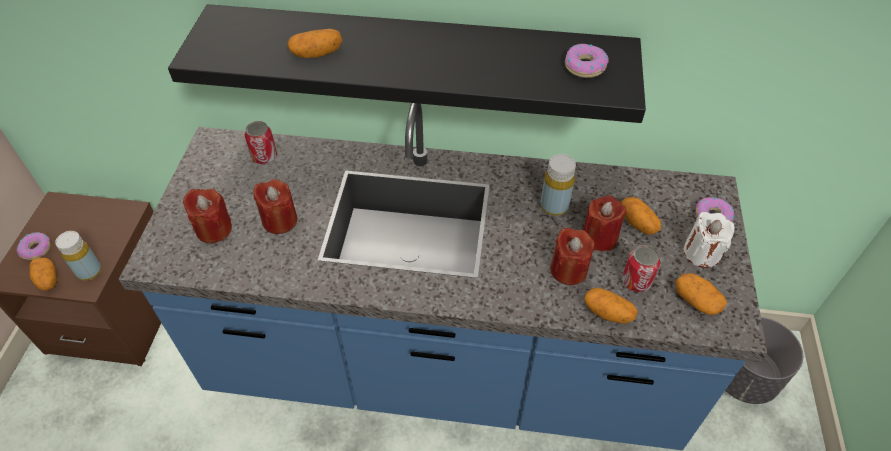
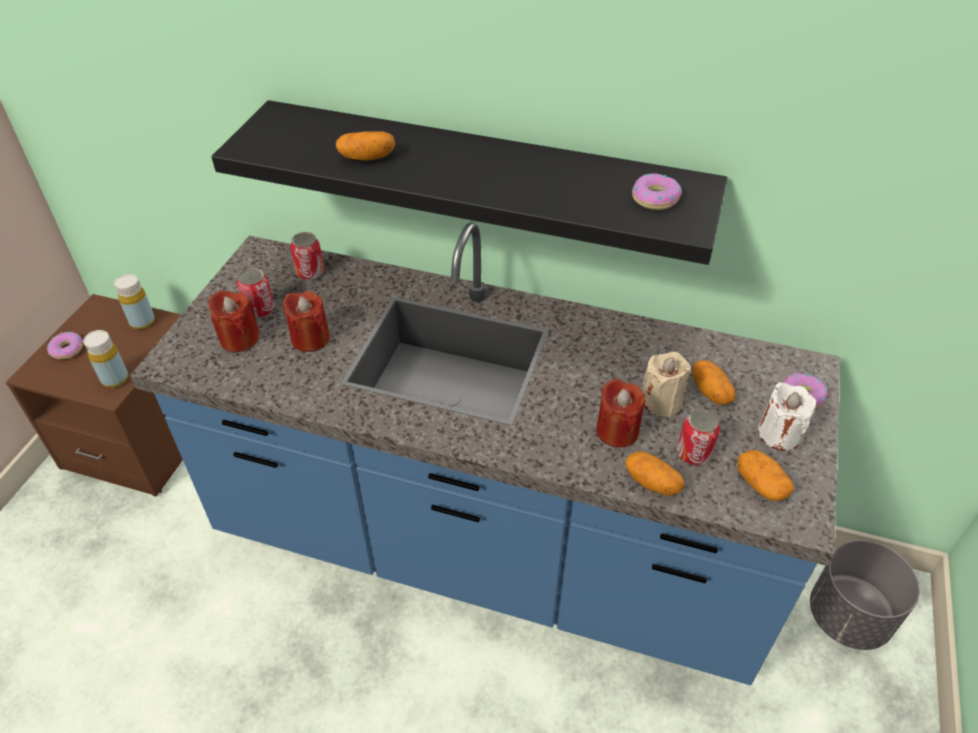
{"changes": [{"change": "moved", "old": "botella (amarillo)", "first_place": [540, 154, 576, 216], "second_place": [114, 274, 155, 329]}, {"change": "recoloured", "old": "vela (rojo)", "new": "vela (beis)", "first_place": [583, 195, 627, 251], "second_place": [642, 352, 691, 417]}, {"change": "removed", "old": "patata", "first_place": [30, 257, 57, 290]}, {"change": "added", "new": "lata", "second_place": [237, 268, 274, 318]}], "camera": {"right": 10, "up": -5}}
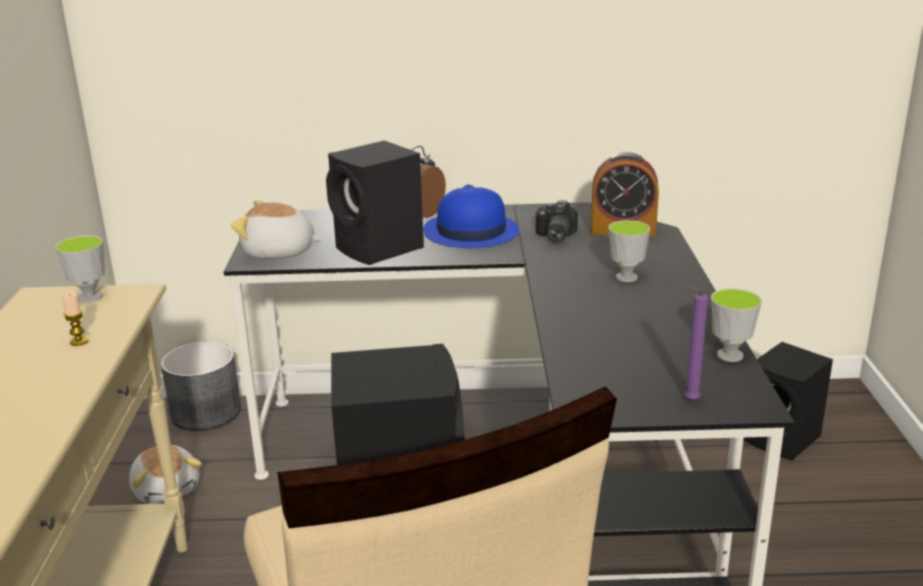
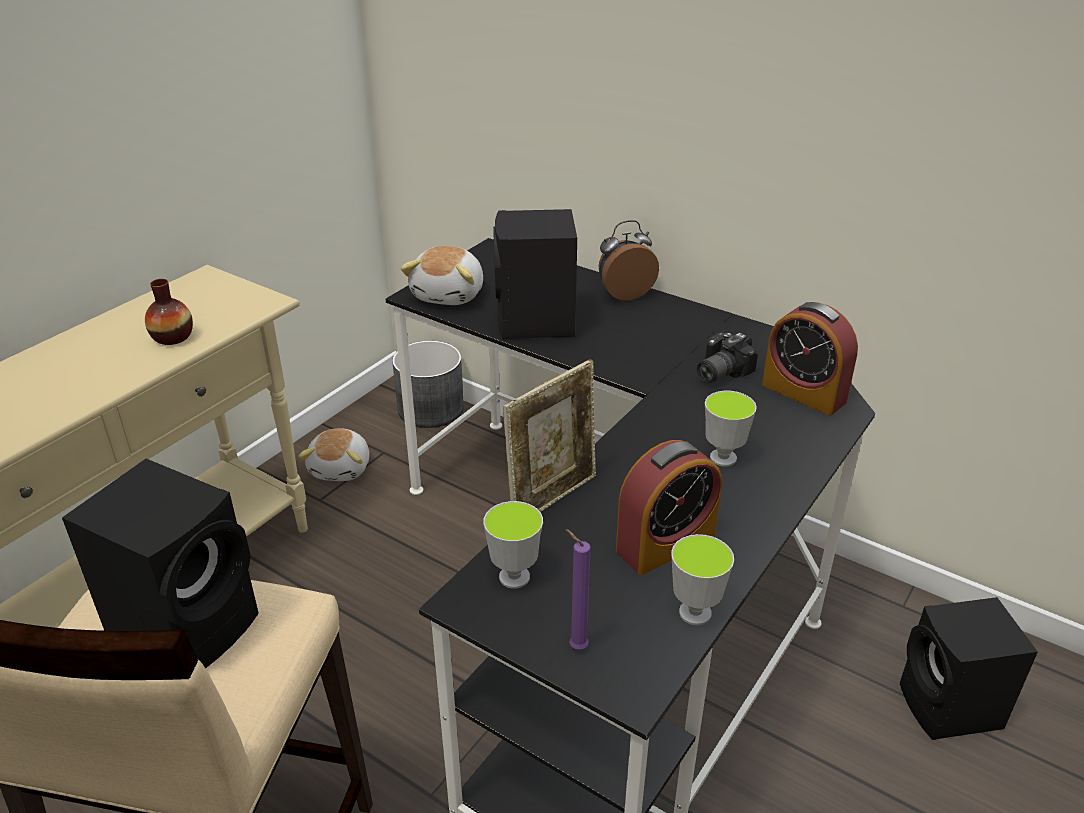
{"changes": [{"change": "removed", "old": "sombrero (azul)", "first_place": [424, 184, 520, 248]}, {"change": "turned", "old": "peluche", "first_place": [231, 200, 322, 259], "second_place": [400, 246, 483, 305], "degrees": -120}, {"change": "moved", "old": "taza", "first_place": [55, 235, 105, 303], "second_place": [484, 501, 543, 589]}, {"change": "replaced", "old": "vela", "new": "florero", "first_place": [62, 292, 89, 346], "second_place": [145, 279, 193, 345]}, {"change": "added", "new": "portarretratos", "second_place": [503, 359, 596, 512]}, {"change": "added", "new": "despertador", "second_place": [616, 440, 722, 575]}], "camera": {"right": 35, "up": 10}}
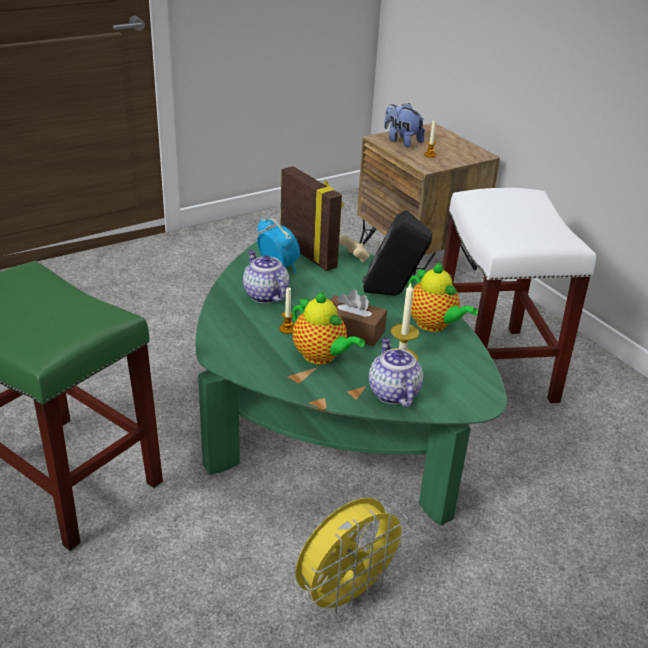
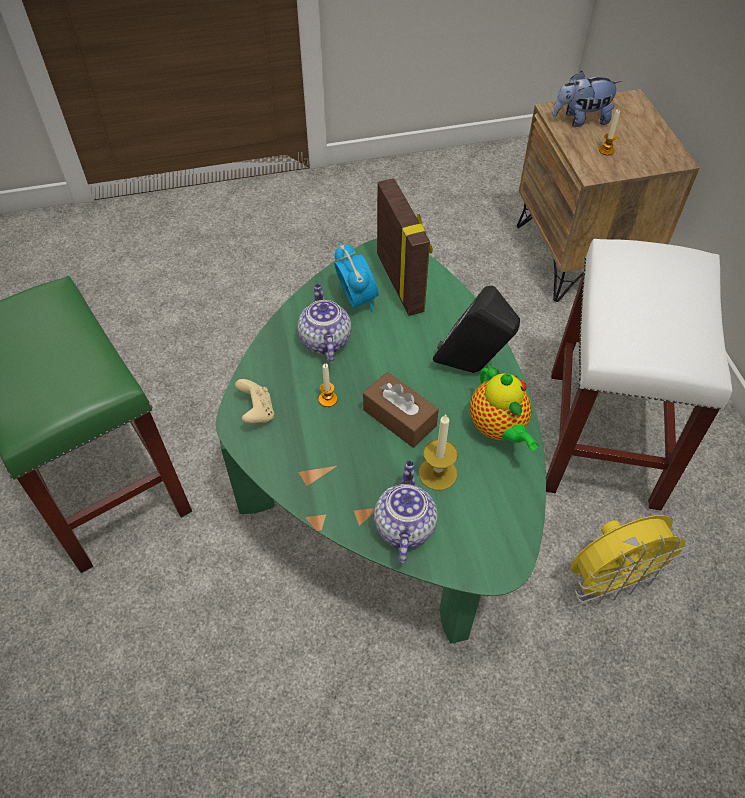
{"changes": [{"change": "turned", "old": "peluche", "first_place": [384, 103, 425, 148], "second_place": [553, 71, 621, 127], "degrees": -75}, {"change": "moved", "old": "mando de consola (beis)", "first_place": [339, 235, 369, 263], "second_place": [235, 379, 274, 423]}, {"change": "removed", "old": "tetera", "first_place": [292, 292, 365, 365]}, {"change": "moved", "old": "ventilador (amarillo)", "first_place": [296, 498, 411, 618], "second_place": [571, 515, 695, 604]}], "camera": {"right": 20, "up": 20}}
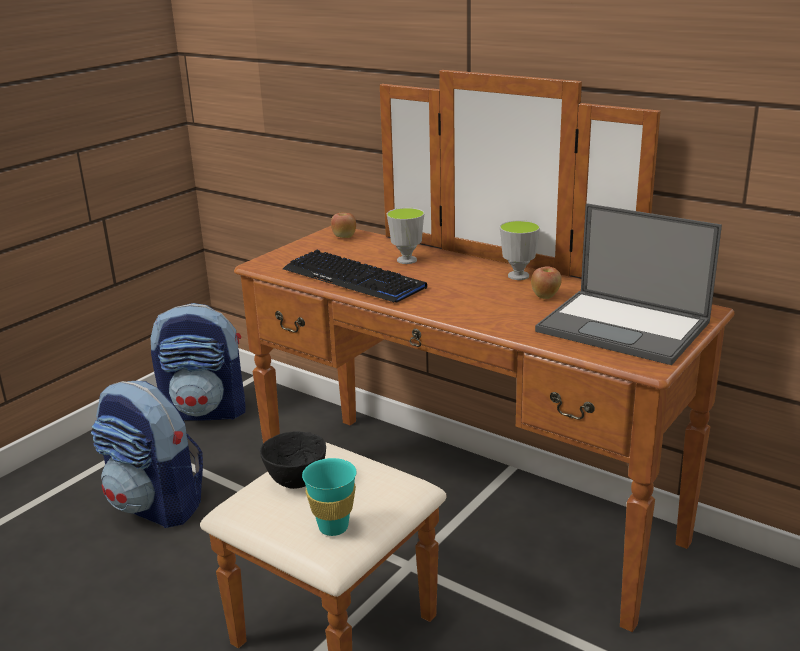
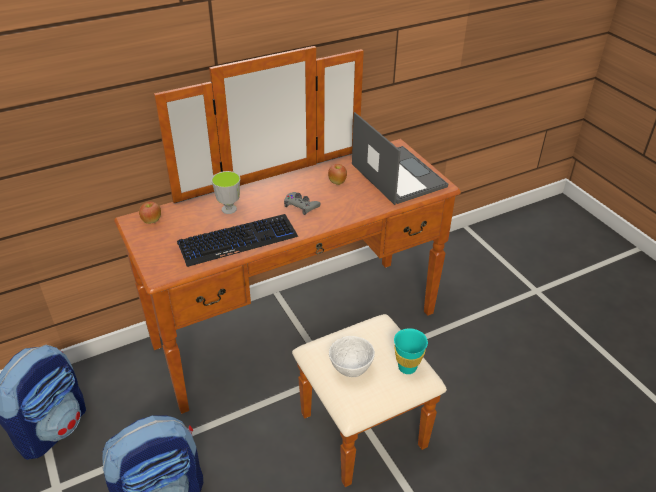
{"changes": [{"change": "turned", "old": "portátil", "first_place": [535, 203, 722, 365], "second_place": [352, 112, 448, 205], "degrees": -90}, {"change": "removed", "old": "taza", "first_place": [500, 220, 540, 280]}, {"change": "recoloured", "old": "cuenco (negro)", "new": "cuenco (blanco)", "first_place": [260, 431, 326, 489], "second_place": [329, 336, 375, 377]}, {"change": "added", "new": "mando de consola (gris)", "second_place": [284, 192, 320, 215]}], "camera": {"right": -65, "up": 15}}
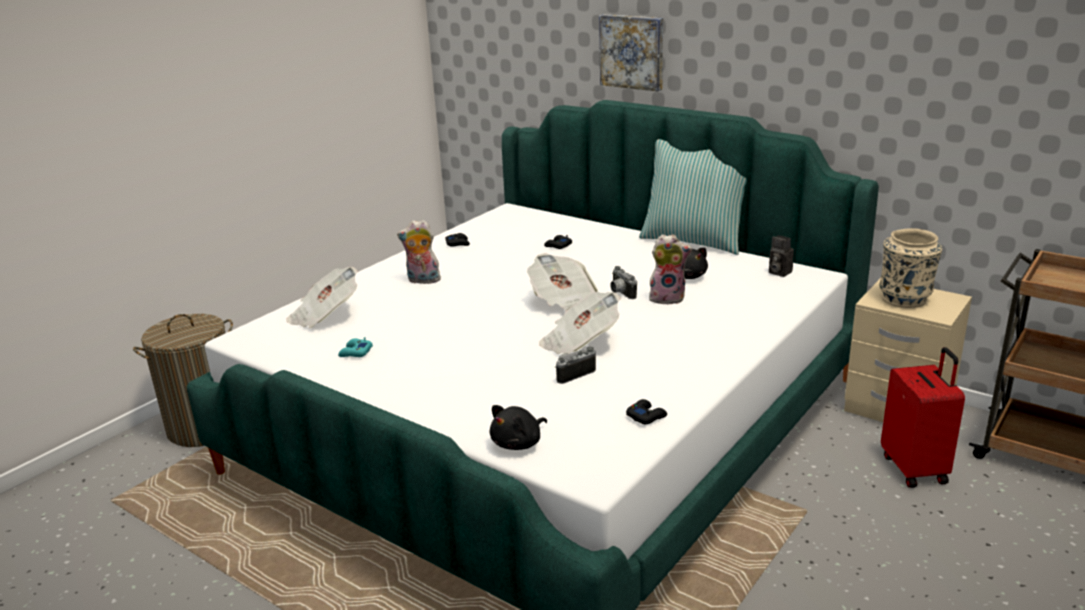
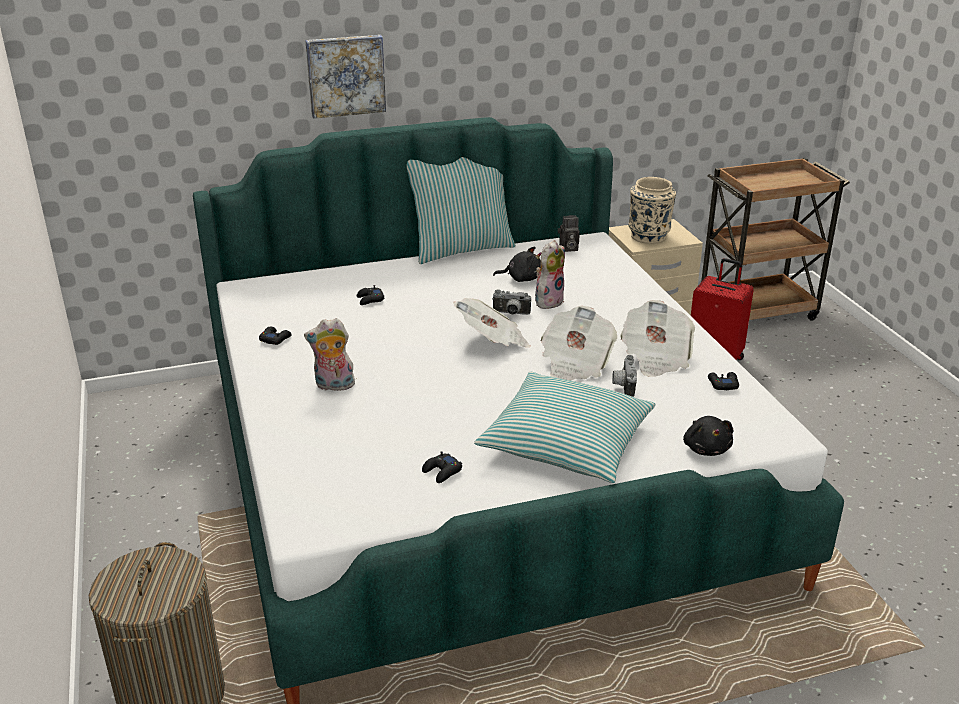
{"changes": [{"change": "turned", "old": "peluche", "first_place": [397, 220, 444, 284], "second_place": [304, 318, 355, 391], "degrees": 45}, {"change": "moved", "old": "periódico", "first_place": [286, 267, 358, 328], "second_place": [620, 300, 695, 377]}, {"change": "recoloured", "old": "mando de consola (turquesa)", "new": "mando de consola (negro)", "first_place": [338, 337, 373, 357], "second_place": [422, 451, 462, 483]}, {"change": "added", "new": "cojín", "second_place": [474, 372, 655, 483]}], "camera": {"right": -55, "up": 5}}
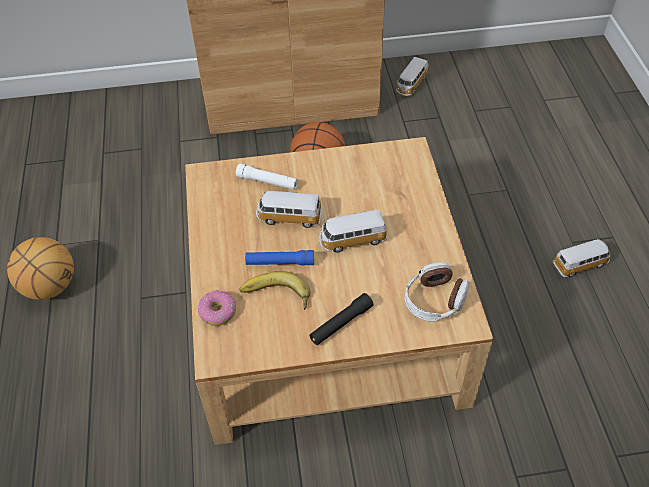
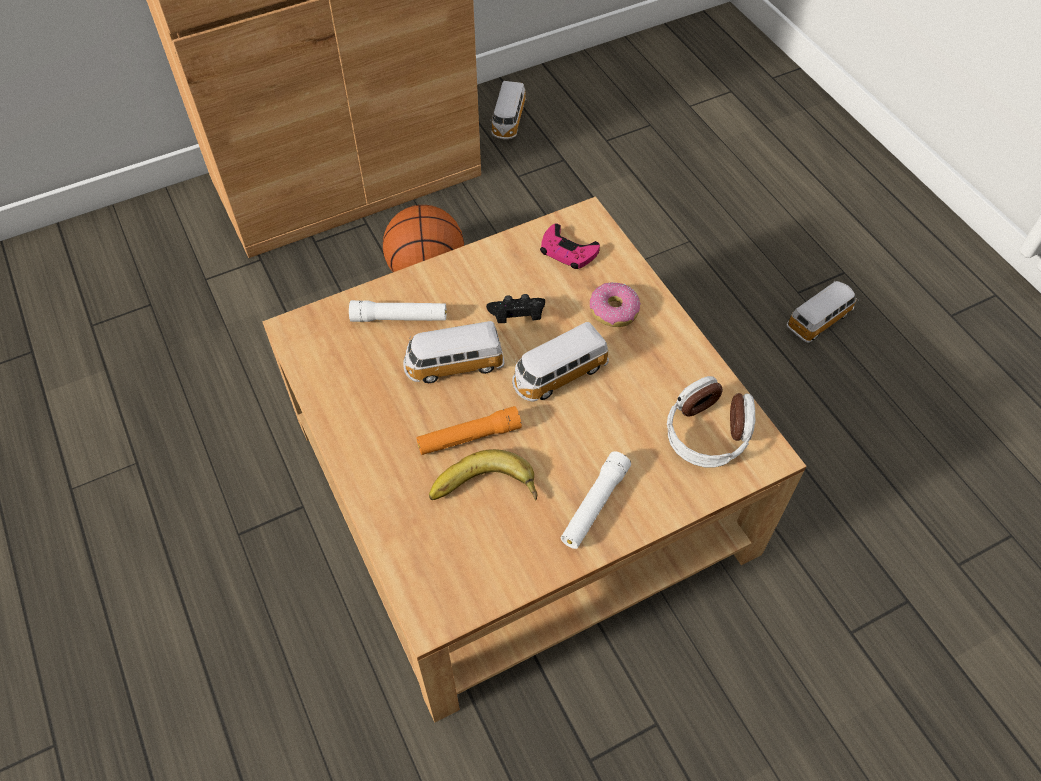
{"changes": [{"change": "removed", "old": "balón de baloncesto", "first_place": [7, 237, 74, 300]}, {"change": "recoloured", "old": "linterna (azul)", "new": "linterna (naranja)", "first_place": [245, 250, 314, 265], "second_place": [416, 406, 522, 455]}, {"change": "moved", "old": "rosquilla", "first_place": [198, 290, 236, 326], "second_place": [590, 282, 641, 327]}, {"change": "recoloured", "old": "linterna (negro)", "new": "linterna (blanco)", "first_place": [309, 293, 374, 345], "second_place": [561, 451, 631, 549]}, {"change": "added", "new": "mando de consola (rosa)", "second_place": [540, 223, 600, 269]}, {"change": "added", "new": "mando de consola (negro)", "second_place": [486, 294, 545, 323]}], "camera": {"right": -20, "up": 5}}
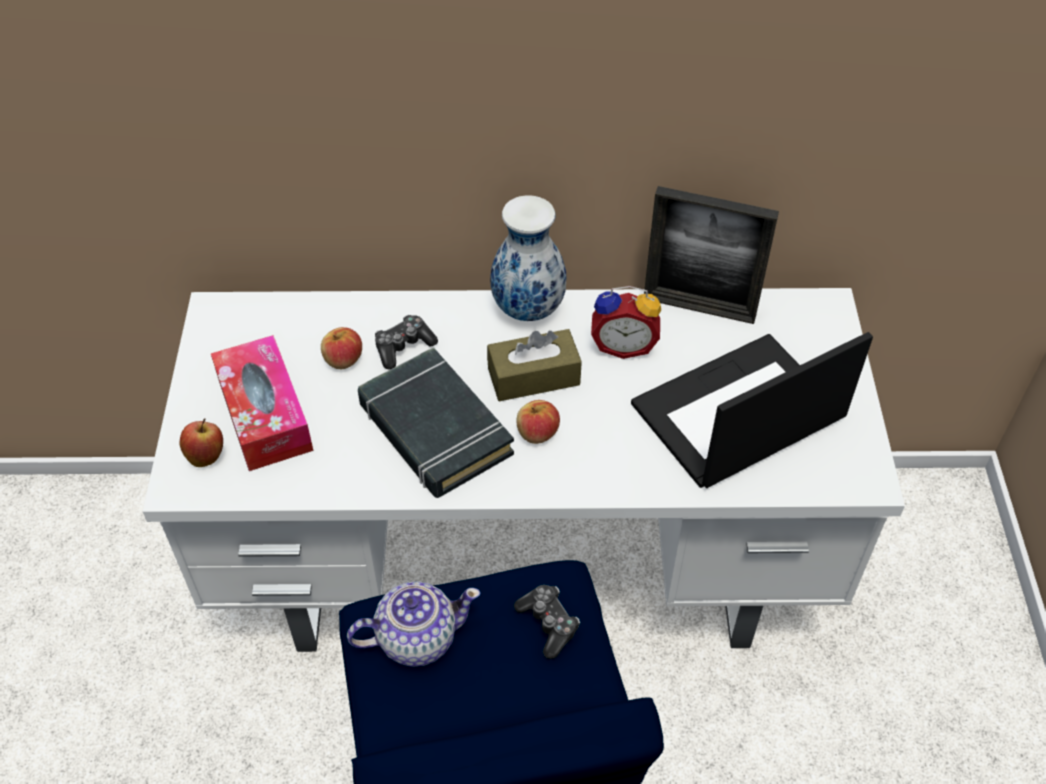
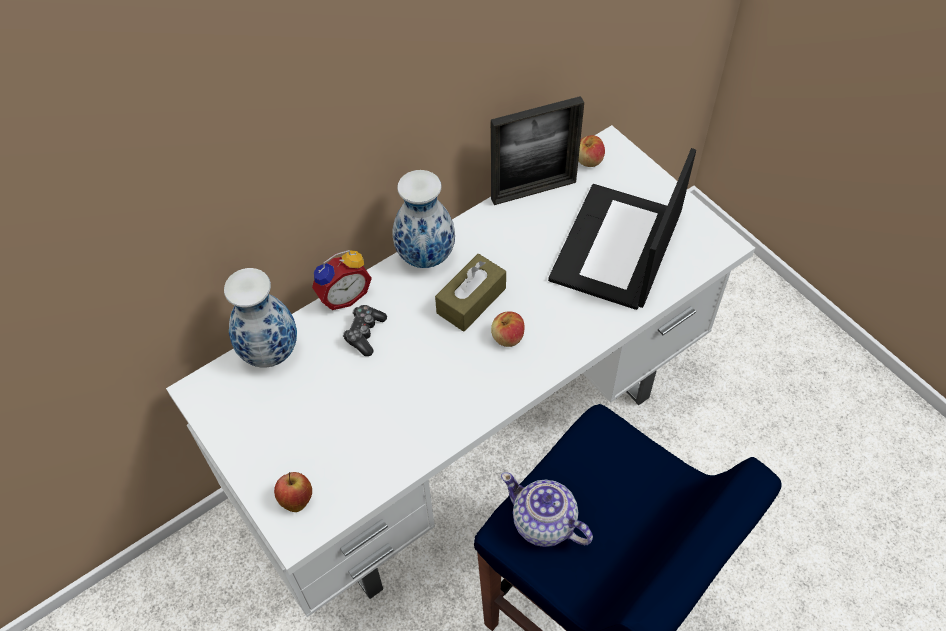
{"changes": [{"change": "moved", "old": "despertador", "first_place": [591, 286, 661, 359], "second_place": [312, 250, 372, 310]}, {"change": "moved", "old": "manzana", "first_place": [321, 327, 362, 369], "second_place": [578, 135, 605, 167]}, {"change": "removed", "old": "caja de pañuelos", "first_place": [211, 335, 313, 471]}, {"change": "removed", "old": "libro (negro)", "first_place": [358, 347, 514, 498]}, {"change": "turned", "old": "tetera", "first_place": [347, 581, 480, 667], "second_place": [501, 472, 593, 547], "degrees": -90}, {"change": "removed", "old": "mando de consola", "first_place": [514, 585, 580, 659]}, {"change": "added", "new": "florero", "second_place": [224, 268, 297, 368]}], "camera": {"right": -35, "up": 5}}
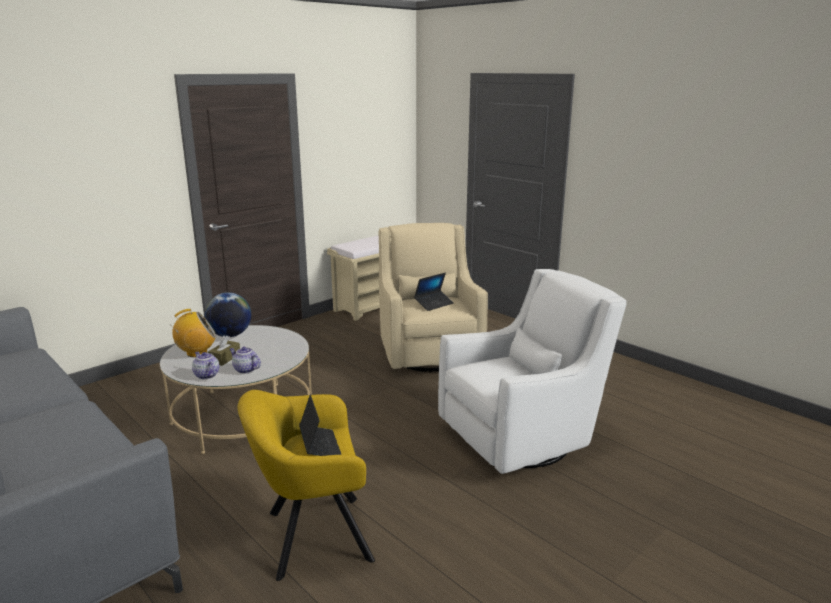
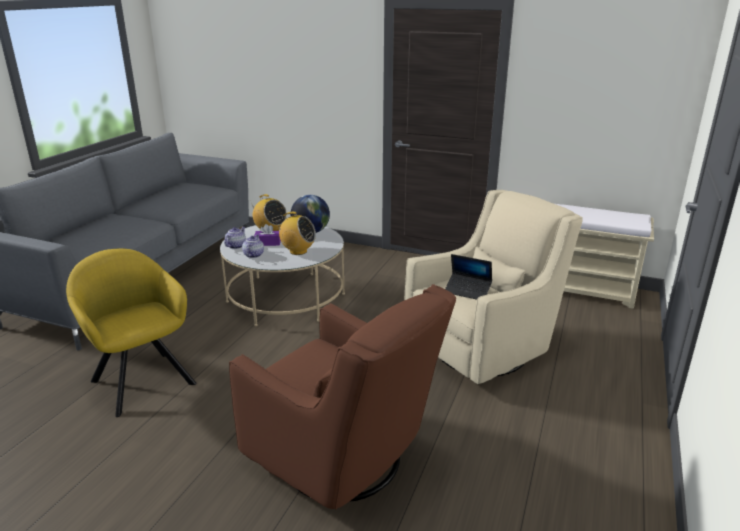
{"changes": [{"change": "recoloured", "old": "sillón (blanco)", "new": "sillón (marrón)", "first_place": [438, 269, 627, 474], "second_place": [229, 284, 456, 509]}, {"change": "recoloured", "old": "caja de pañuelos (marrón)", "new": "caja de pañuelos (morado)", "first_place": [208, 335, 240, 366], "second_place": [254, 224, 281, 246]}, {"change": "removed", "old": "portátil", "first_place": [299, 395, 342, 456]}, {"change": "added", "new": "radio", "second_place": [276, 212, 316, 255]}], "camera": {"right": 65, "up": 5}}
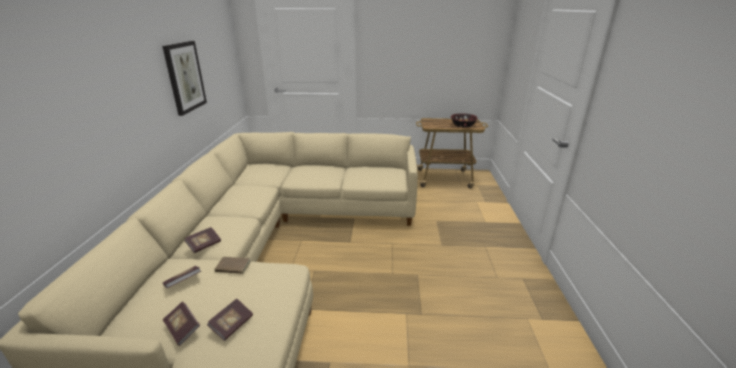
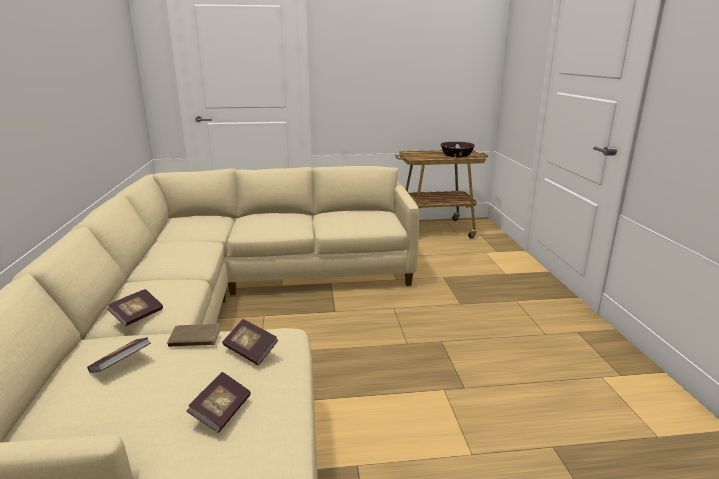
{"changes": [{"change": "removed", "old": "cuadro", "first_place": [162, 41, 207, 116]}, {"change": "moved", "old": "libro", "first_place": [163, 301, 200, 346], "second_place": [222, 319, 278, 365]}], "camera": {"right": -10, "up": -5}}
